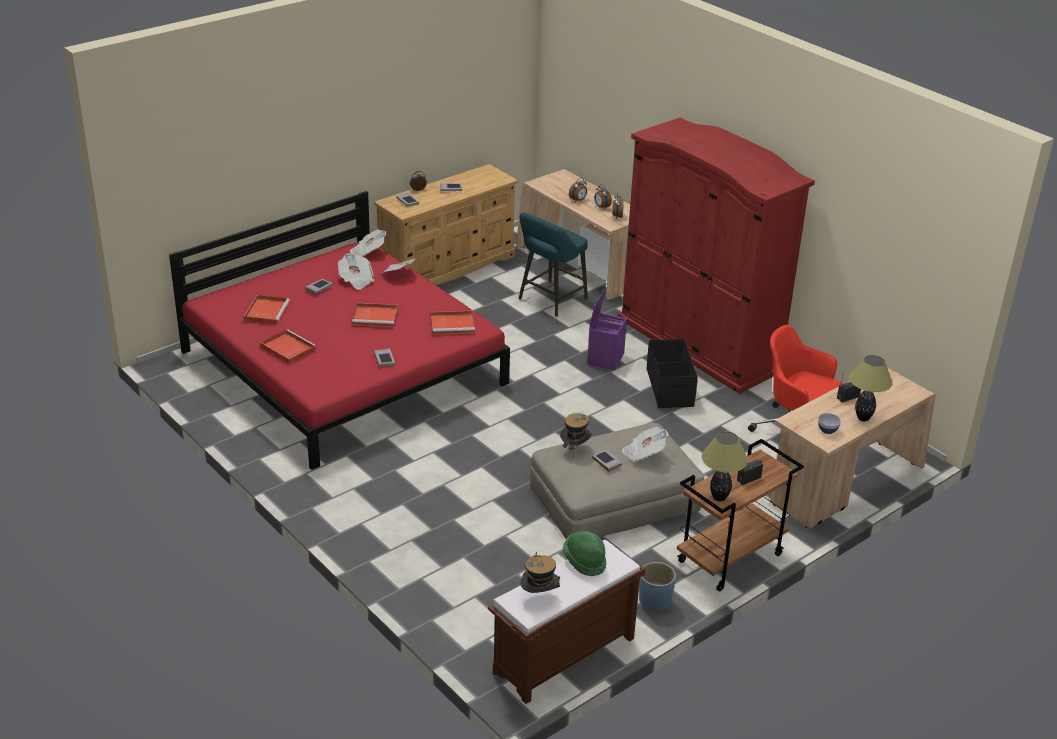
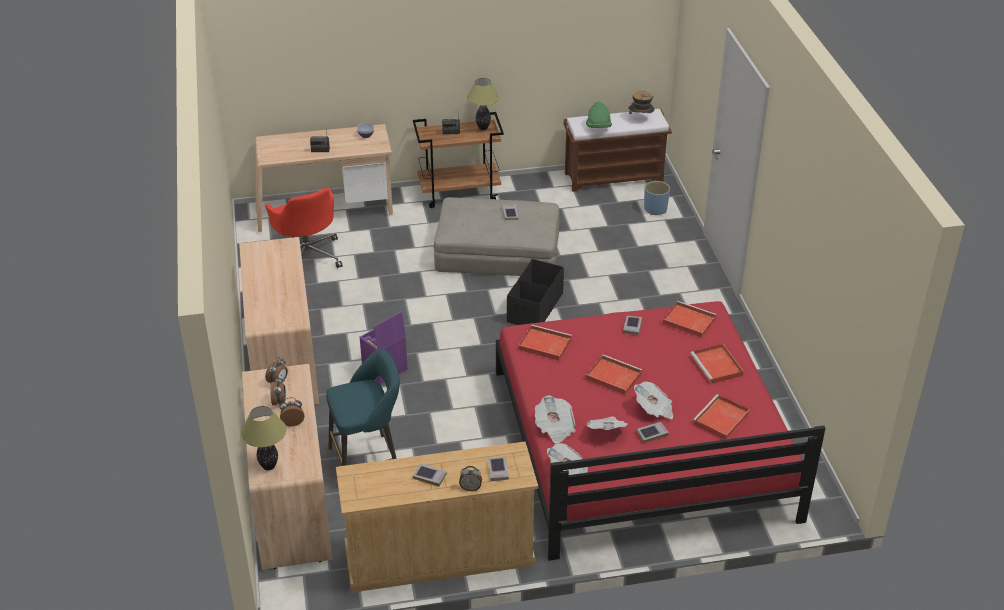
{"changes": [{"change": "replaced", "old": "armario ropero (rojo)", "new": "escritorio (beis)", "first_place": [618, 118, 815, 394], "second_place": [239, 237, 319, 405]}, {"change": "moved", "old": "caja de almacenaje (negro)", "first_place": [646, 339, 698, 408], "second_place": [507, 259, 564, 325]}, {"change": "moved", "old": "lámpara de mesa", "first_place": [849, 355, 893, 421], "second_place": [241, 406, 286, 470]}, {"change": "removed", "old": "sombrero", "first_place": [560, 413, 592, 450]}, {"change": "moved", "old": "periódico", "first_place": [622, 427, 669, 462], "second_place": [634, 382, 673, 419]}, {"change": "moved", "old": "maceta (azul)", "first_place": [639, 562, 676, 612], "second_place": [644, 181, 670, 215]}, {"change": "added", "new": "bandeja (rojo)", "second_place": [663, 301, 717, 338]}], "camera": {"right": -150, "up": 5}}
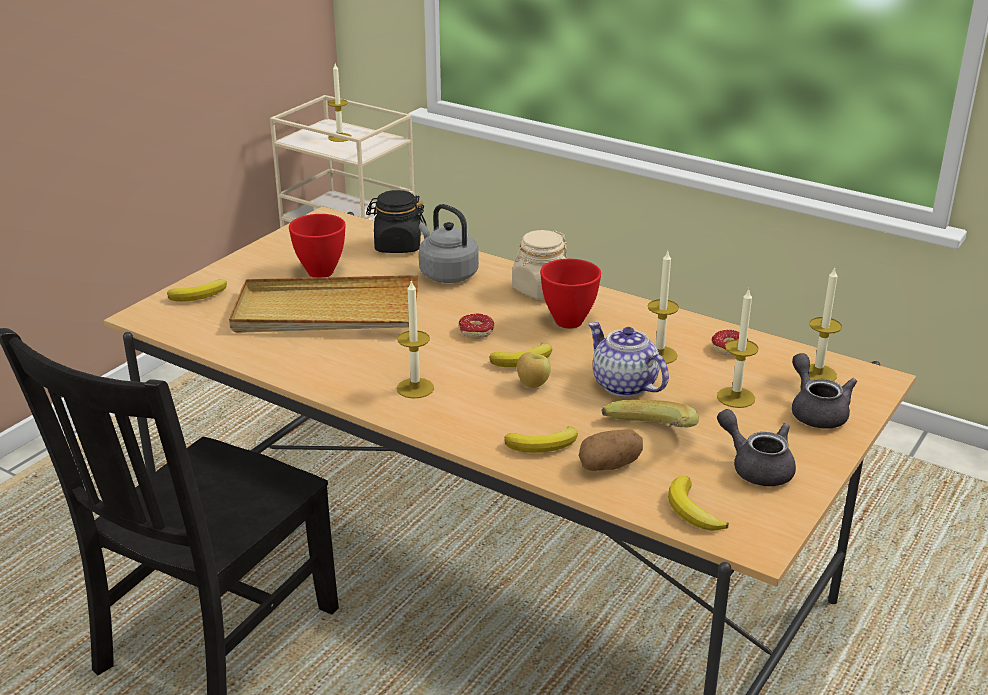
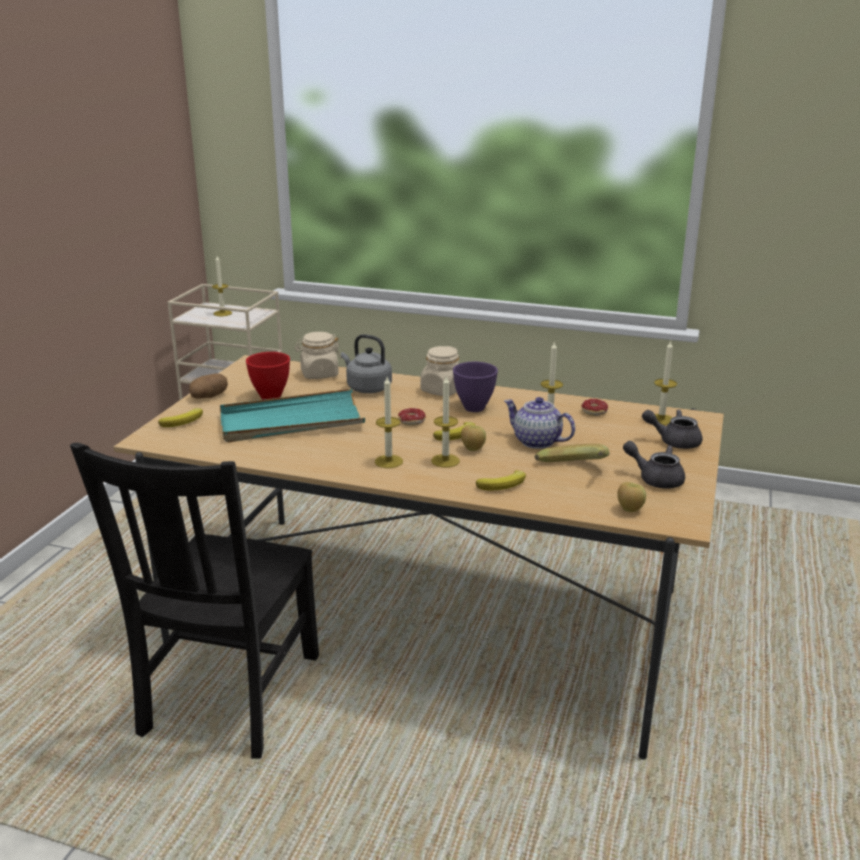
{"changes": [{"change": "recoloured", "old": "tarro (negro)", "new": "tarro (beis)", "first_place": [366, 190, 427, 253], "second_place": [295, 332, 341, 379]}, {"change": "recoloured", "old": "cuenco (rojo)", "new": "cuenco (morado)", "first_place": [540, 259, 601, 329], "second_place": [453, 362, 498, 412]}, {"change": "recoloured", "old": "bandeja (beis)", "new": "bandeja (turquesa)", "first_place": [229, 275, 418, 333], "second_place": [220, 389, 365, 443]}, {"change": "moved", "old": "vela", "first_place": [717, 289, 759, 408], "second_place": [432, 376, 460, 468]}, {"change": "turned", "old": "tetera (gris)", "first_place": [792, 353, 857, 429], "second_place": [642, 410, 702, 449], "degrees": -45}, {"change": "moved", "old": "patata", "first_place": [579, 429, 643, 471], "second_place": [189, 374, 228, 399]}, {"change": "replaced", "old": "plátano", "new": "manzana", "first_place": [668, 476, 729, 531], "second_place": [617, 482, 646, 512]}], "camera": {"right": -15, "up": -5}}
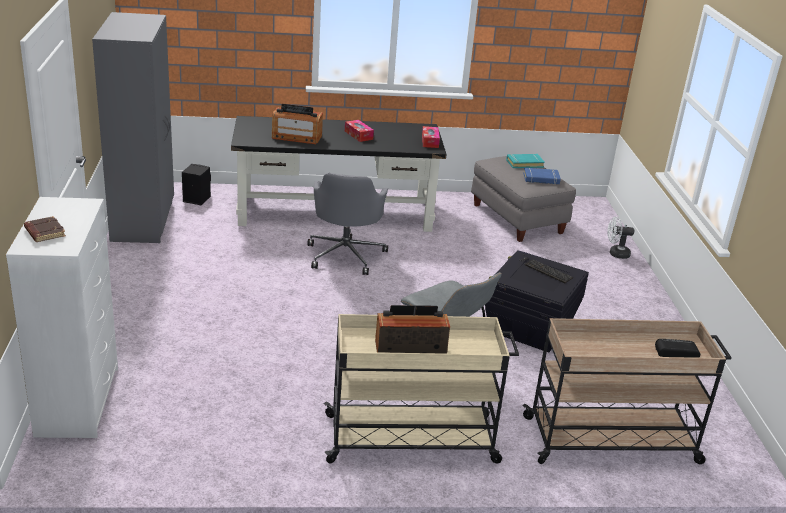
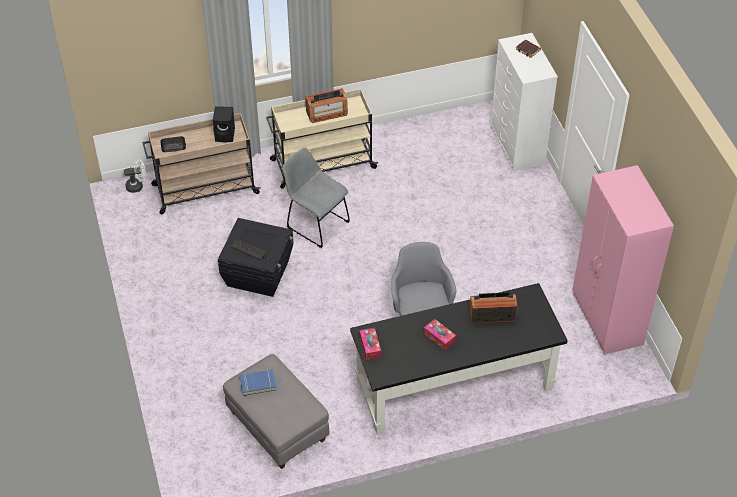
{"changes": [{"change": "recoloured", "old": "armario ropero (gris)", "new": "armario ropero (rosa)", "first_place": [92, 12, 174, 243], "second_place": [572, 165, 674, 355]}, {"change": "removed", "old": "libro (turquesa)", "first_place": [506, 153, 545, 168]}, {"change": "moved", "old": "altavoz (negro)", "first_place": [182, 164, 211, 205], "second_place": [213, 106, 235, 142]}, {"change": "moved", "old": "ventilador (blanco)", "first_place": [608, 217, 634, 259], "second_place": [124, 159, 146, 193]}], "camera": {"right": 170, "up": 20}}
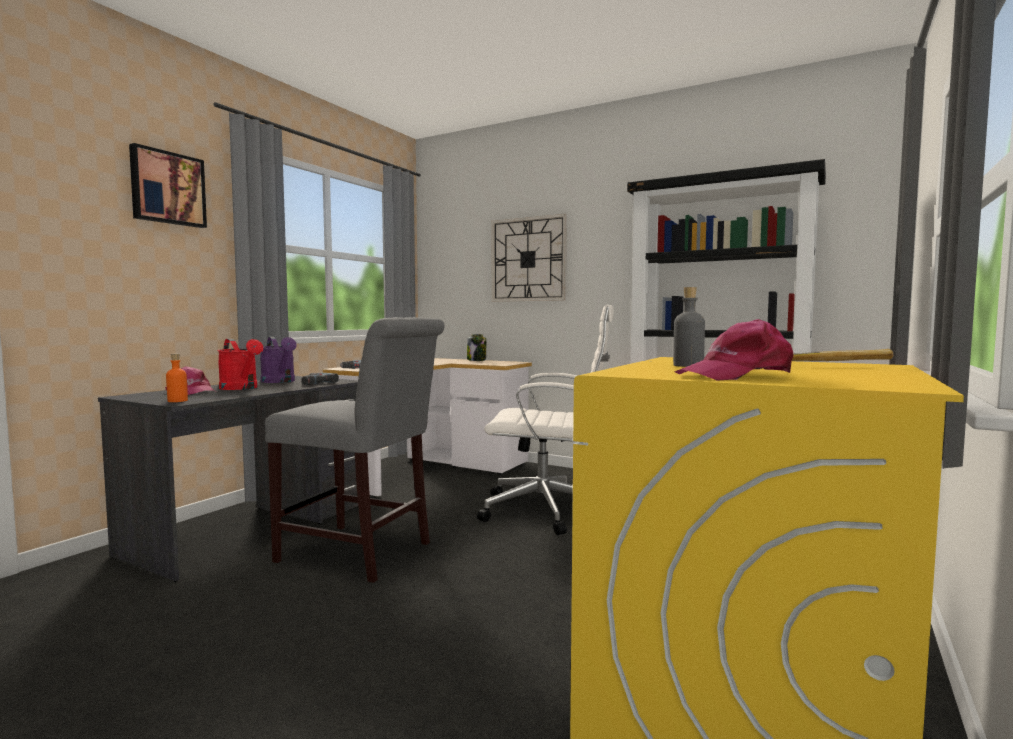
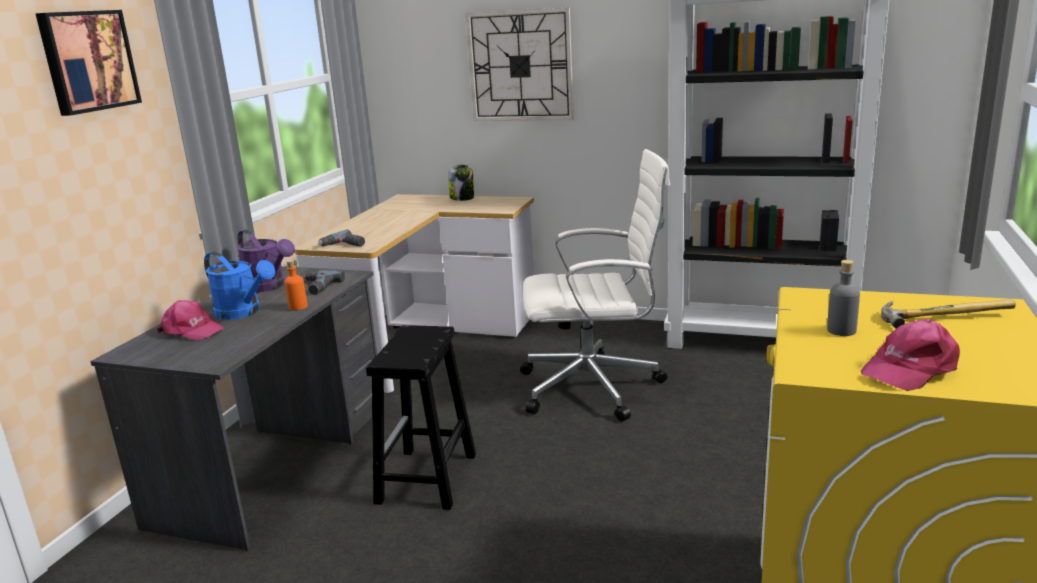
{"changes": [{"change": "replaced", "old": "silla (gris)", "new": "taburete (negro)", "first_place": [265, 317, 444, 583], "second_place": [366, 325, 476, 510]}, {"change": "recoloured", "old": "regadera (rojo)", "new": "regadera (azul)", "first_place": [218, 339, 263, 390], "second_place": [204, 252, 275, 320]}, {"change": "moved", "old": "botella (naranja)", "first_place": [166, 354, 188, 402], "second_place": [285, 260, 308, 311]}], "camera": {"right": -10, "up": 15}}
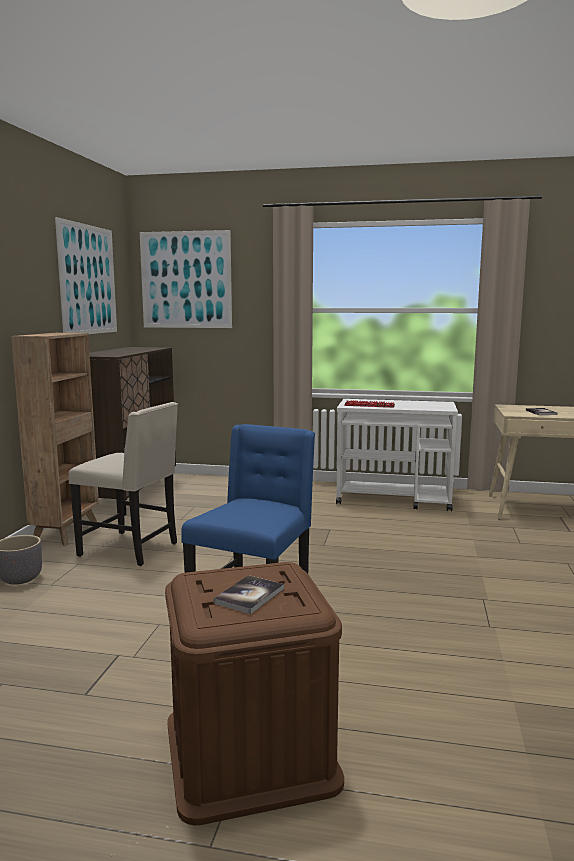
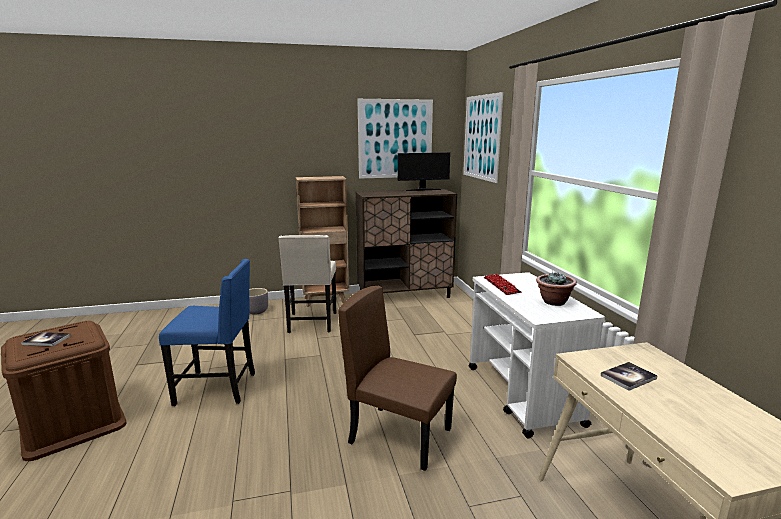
{"changes": [{"change": "added", "new": "monitor", "second_place": [398, 152, 450, 191]}, {"change": "added", "new": "planta en maceta", "second_place": [536, 272, 577, 306]}, {"change": "added", "new": "silla (marrón)", "second_place": [338, 286, 457, 471]}], "camera": {"right": 65, "up": 5}}
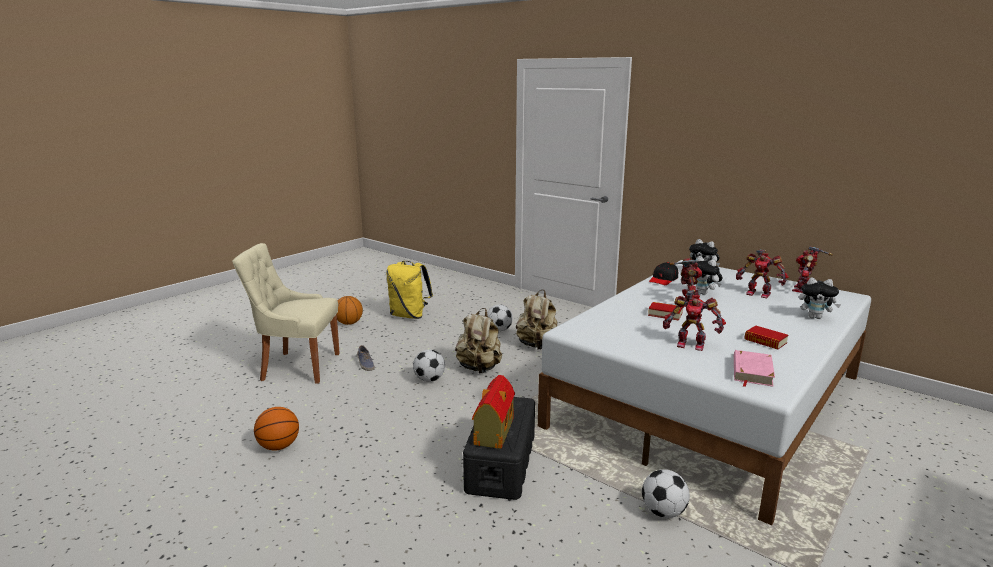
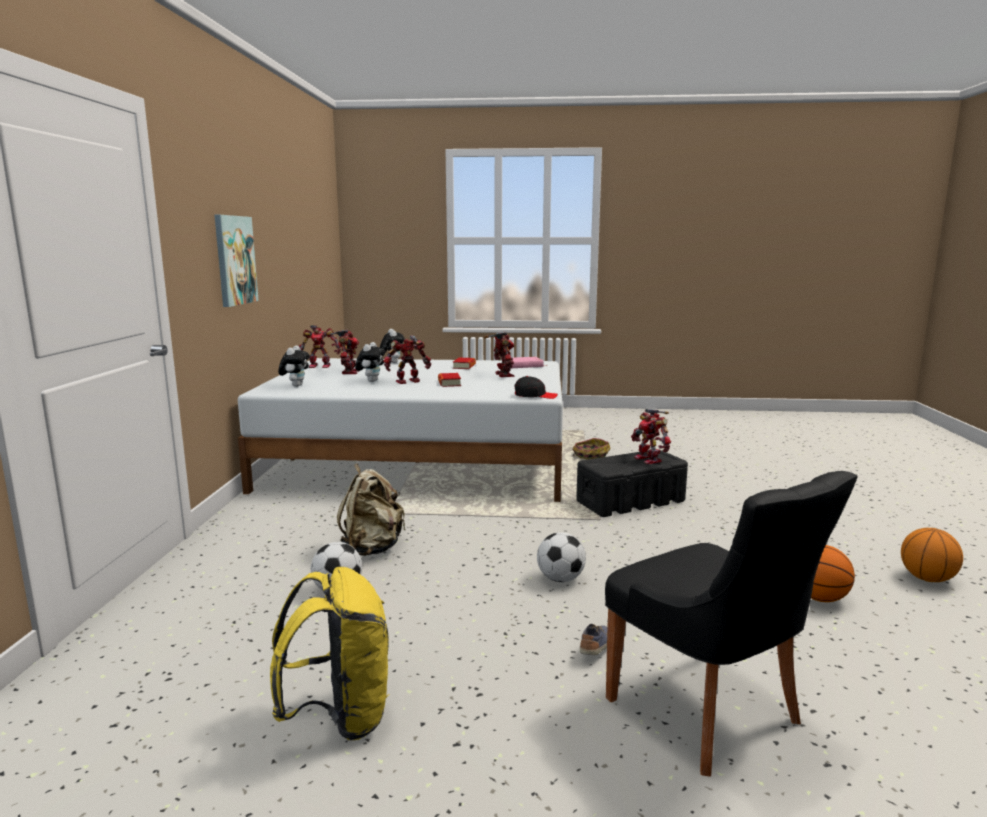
{"changes": [{"change": "recoloured", "old": "silla (beis)", "new": "silla (negro)", "first_place": [232, 243, 340, 384], "second_place": [605, 471, 858, 777]}, {"change": "moved", "old": "gorra (negro)", "first_place": [649, 262, 678, 285], "second_place": [514, 376, 558, 399]}, {"change": "moved", "old": "balón de baloncesto", "first_place": [337, 296, 363, 325], "second_place": [901, 528, 963, 582]}, {"change": "removed", "old": "mochila (beis)", "first_place": [455, 308, 502, 373]}, {"change": "replaced", "old": "casita", "new": "robot de juguete", "first_place": [472, 375, 515, 449], "second_place": [631, 409, 671, 464]}, {"change": "replaced", "old": "balón de fútbol", "new": "cesta", "first_place": [642, 469, 690, 518], "second_place": [572, 438, 611, 460]}, {"change": "added", "new": "cuadro", "second_place": [214, 215, 259, 307]}], "camera": {"right": -125, "up": -5}}
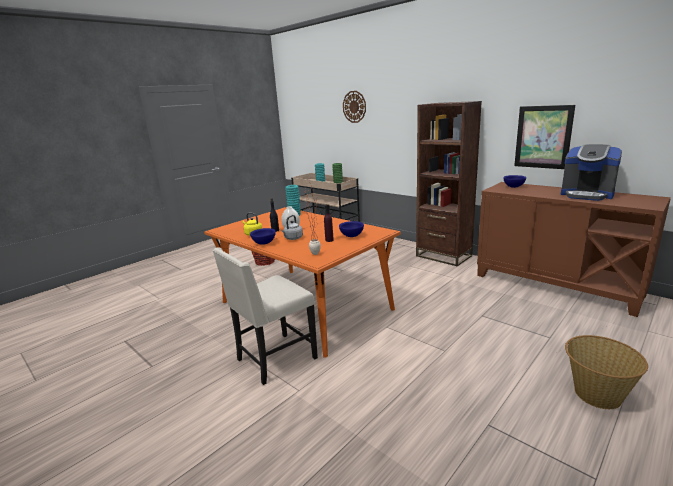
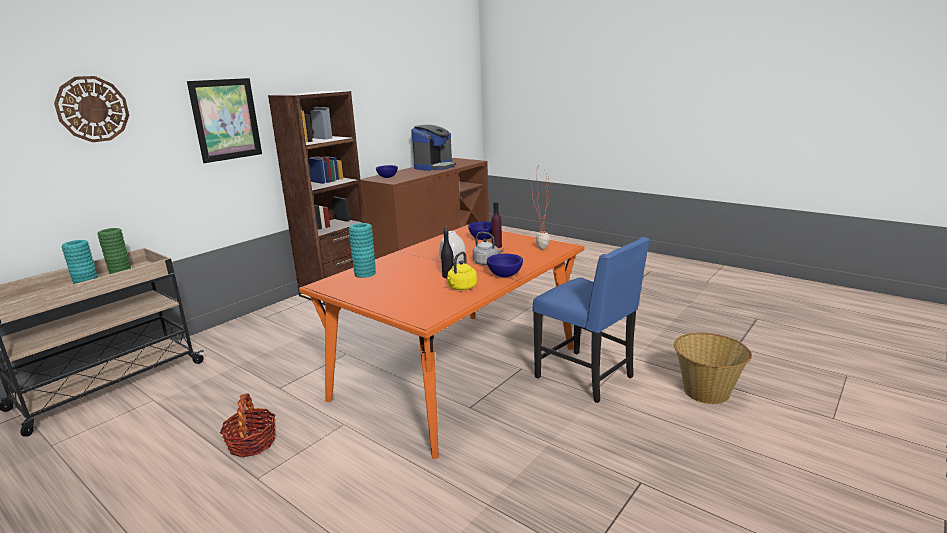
{"changes": [{"change": "moved", "old": "cuadro", "first_place": [514, 105, 575, 169], "second_place": [187, 78, 262, 163]}, {"change": "recoloured", "old": "silla (beis)", "new": "silla (azul)", "first_place": [212, 247, 318, 385], "second_place": [533, 237, 649, 403]}, {"change": "moved", "old": "cesta", "first_place": [565, 335, 648, 409], "second_place": [674, 333, 752, 404]}], "camera": {"right": -95, "up": 0}}
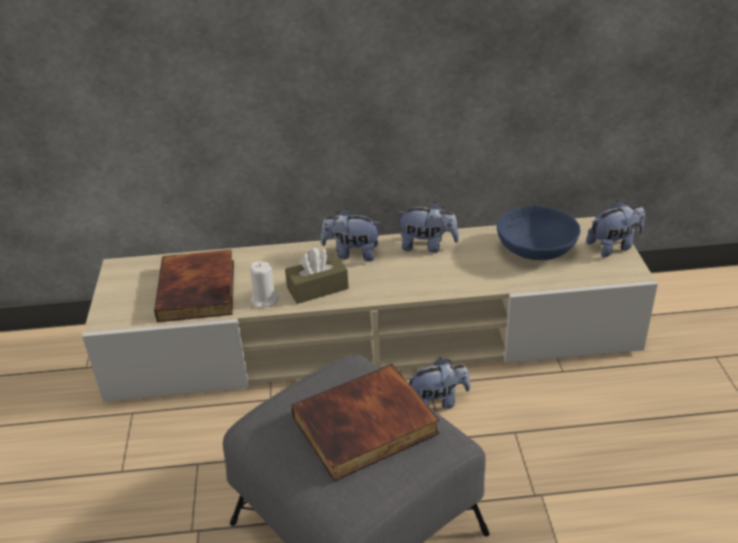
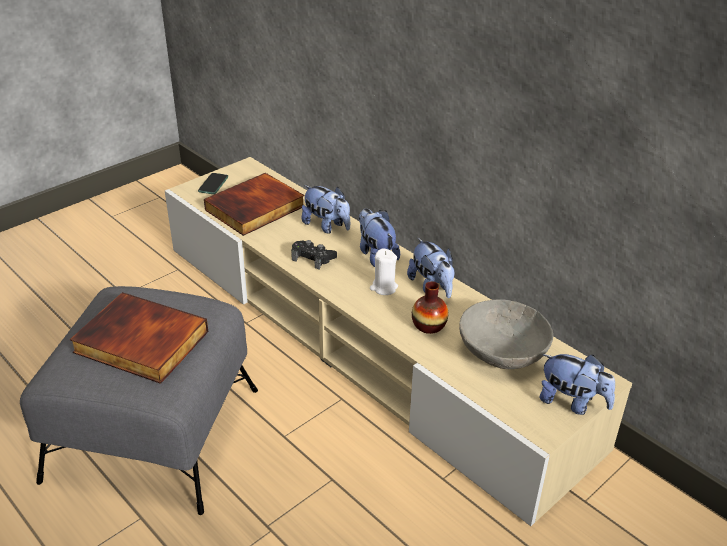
{"changes": [{"change": "recoloured", "old": "cuenco (azul)", "new": "cuenco (gris)", "first_place": [497, 206, 580, 260], "second_place": [459, 299, 553, 369]}, {"change": "replaced", "old": "caja de pañuelos (marrón)", "new": "mando de consola (negro)", "first_place": [285, 248, 349, 304], "second_place": [291, 240, 337, 270]}, {"change": "moved", "old": "vela (blanco)", "first_place": [250, 261, 279, 309], "second_place": [370, 248, 398, 295]}, {"change": "moved", "old": "peluche", "first_place": [405, 357, 470, 409], "second_place": [302, 185, 350, 234]}, {"change": "added", "new": "móvil", "second_place": [198, 173, 228, 194]}, {"change": "added", "new": "florero", "second_place": [412, 281, 448, 334]}], "camera": {"right": 50, "up": 0}}
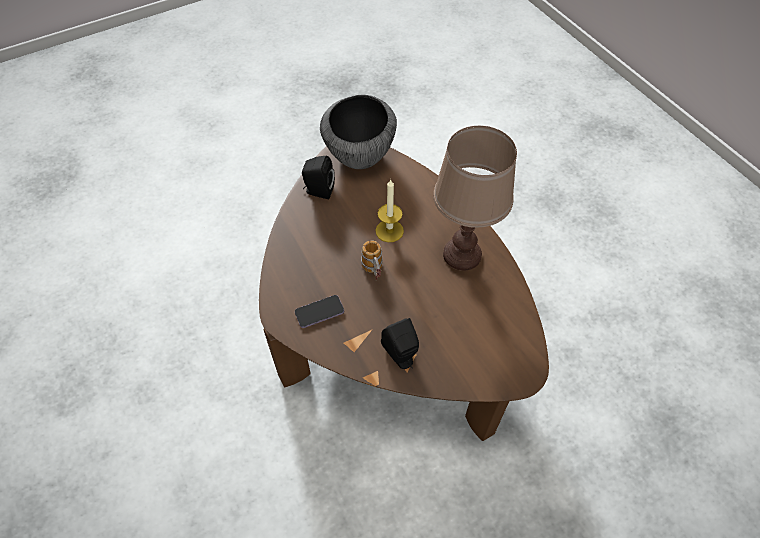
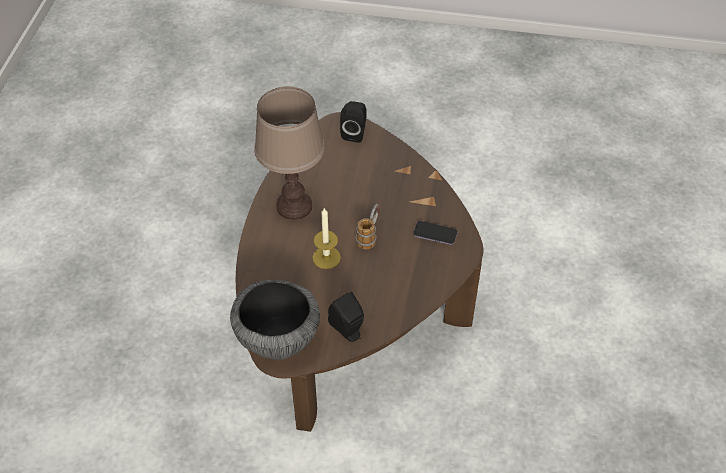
{"changes": [{"change": "moved", "old": "altavoz (negro)", "first_place": [381, 318, 419, 369], "second_place": [340, 101, 367, 143]}], "camera": {"right": -140, "up": -5}}
